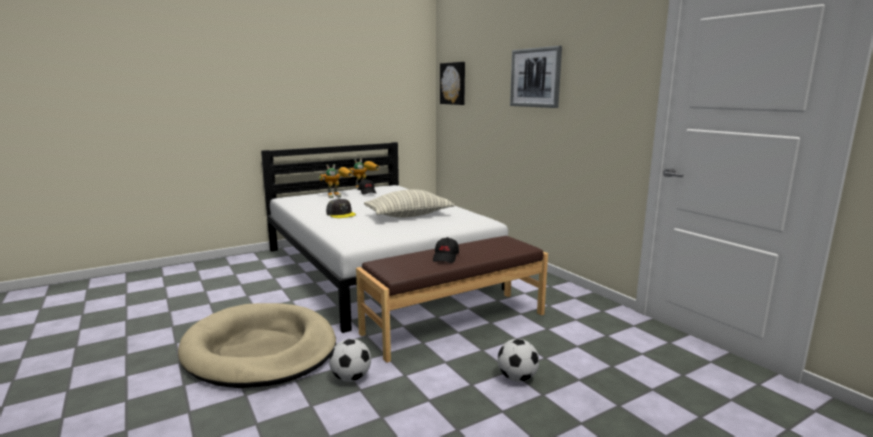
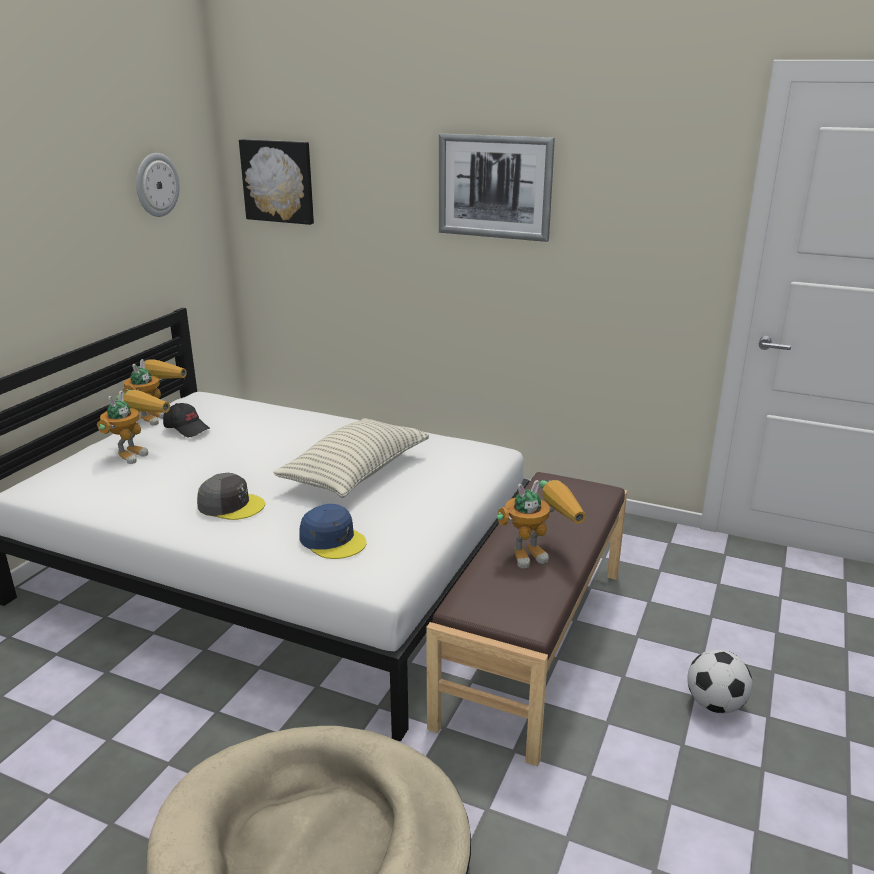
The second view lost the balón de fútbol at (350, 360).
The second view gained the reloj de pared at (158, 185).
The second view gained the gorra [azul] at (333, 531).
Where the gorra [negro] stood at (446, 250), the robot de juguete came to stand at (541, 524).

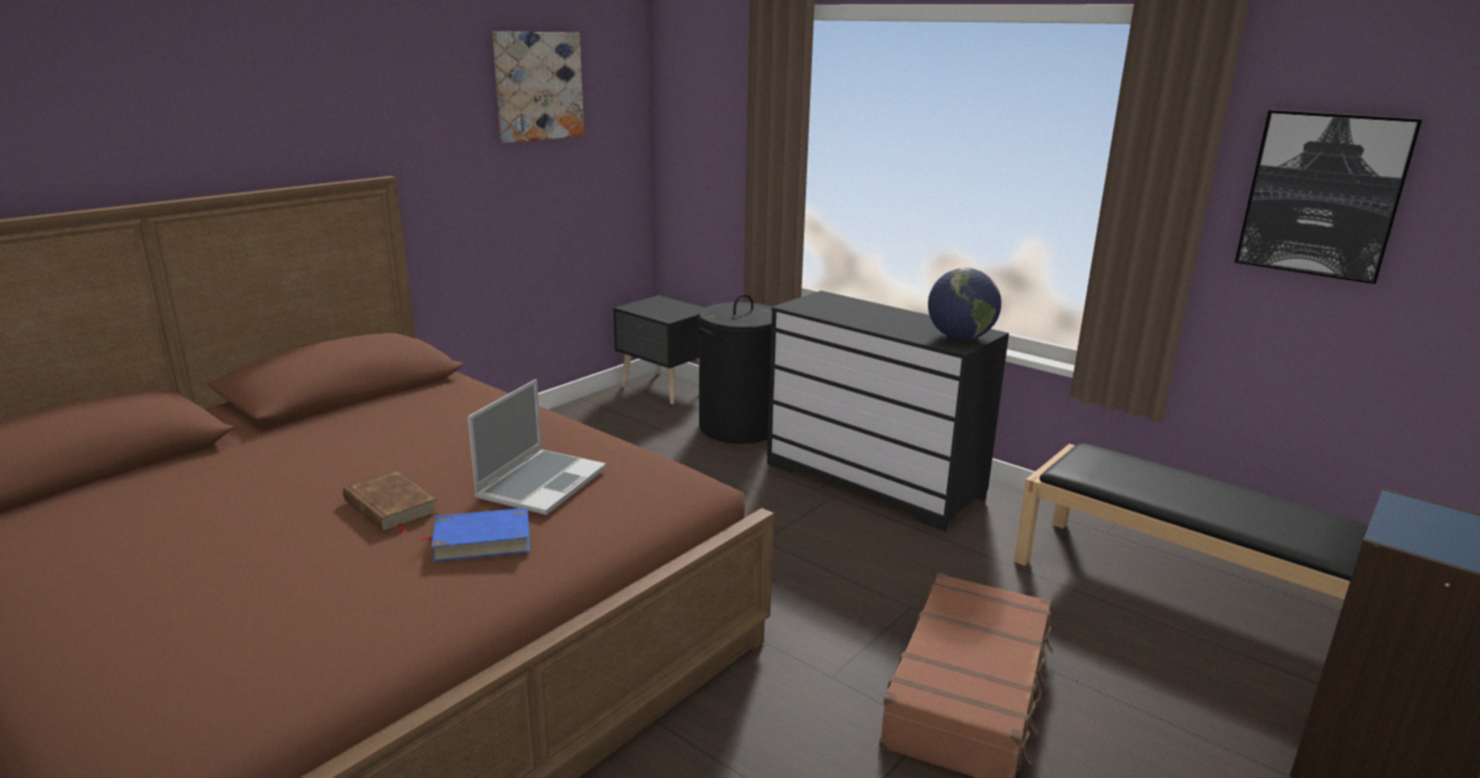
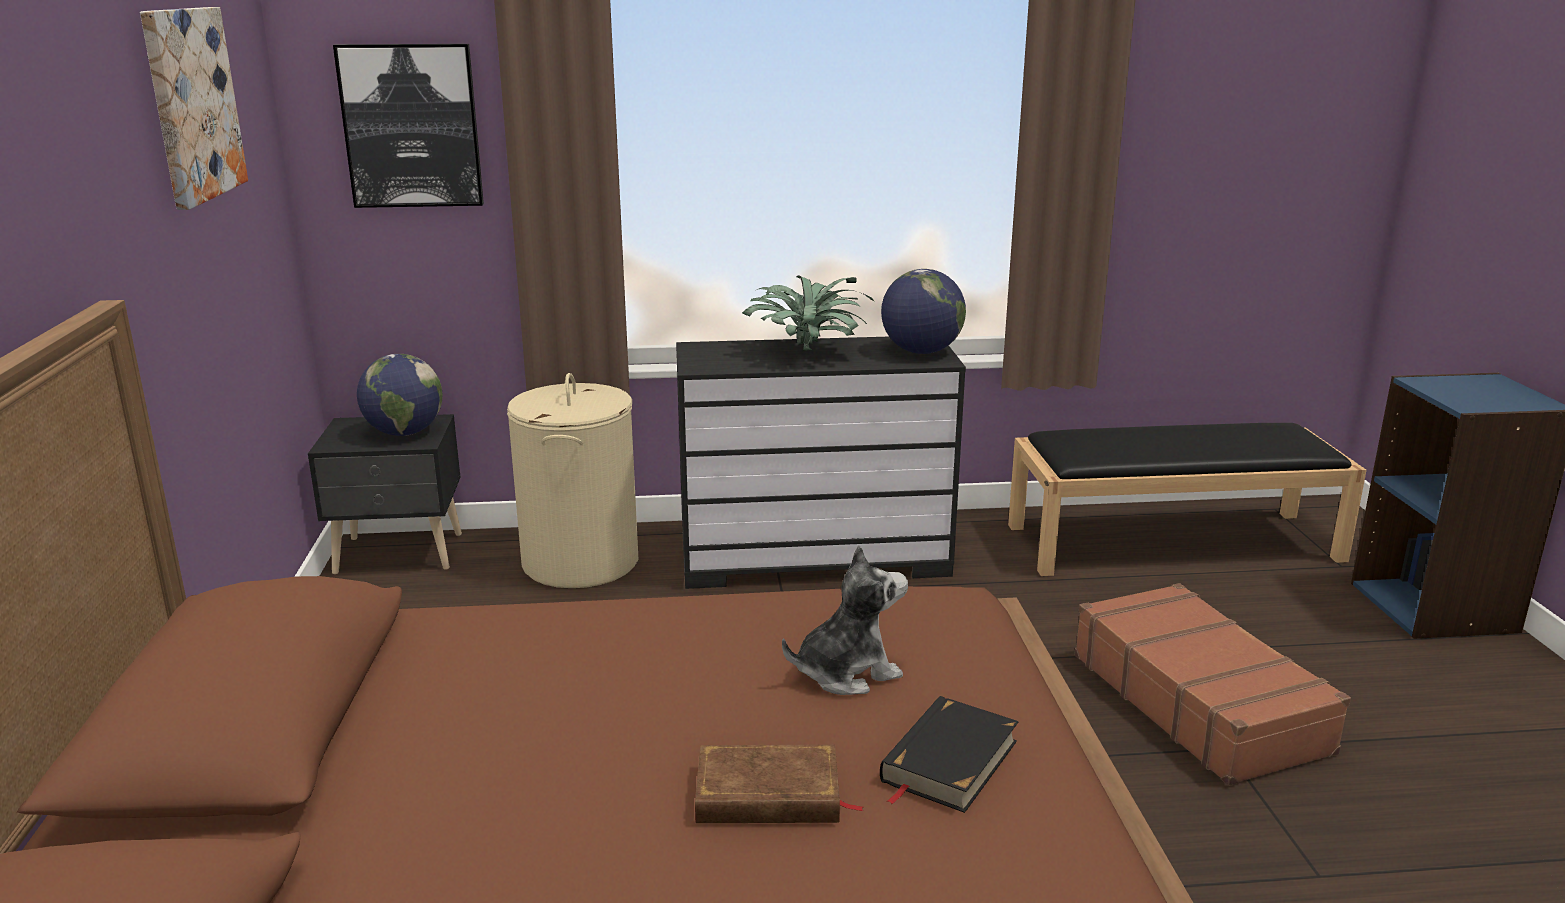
The second view gained the globo terráqueo at (399, 395).
The second view gained the planta en maceta at (808, 313).
The cuadro ended up elsewhere, having gone from (1329, 197) to (408, 126).
Where the portátil stood at (537, 447), the peluche came to stand at (845, 620).
What was the libro [azul] at (475, 535) turned into the libro [negro] at (949, 754).
What was the cesto de la ropa [negro] at (735, 369) turned into the cesto de la ropa [beis] at (572, 480).

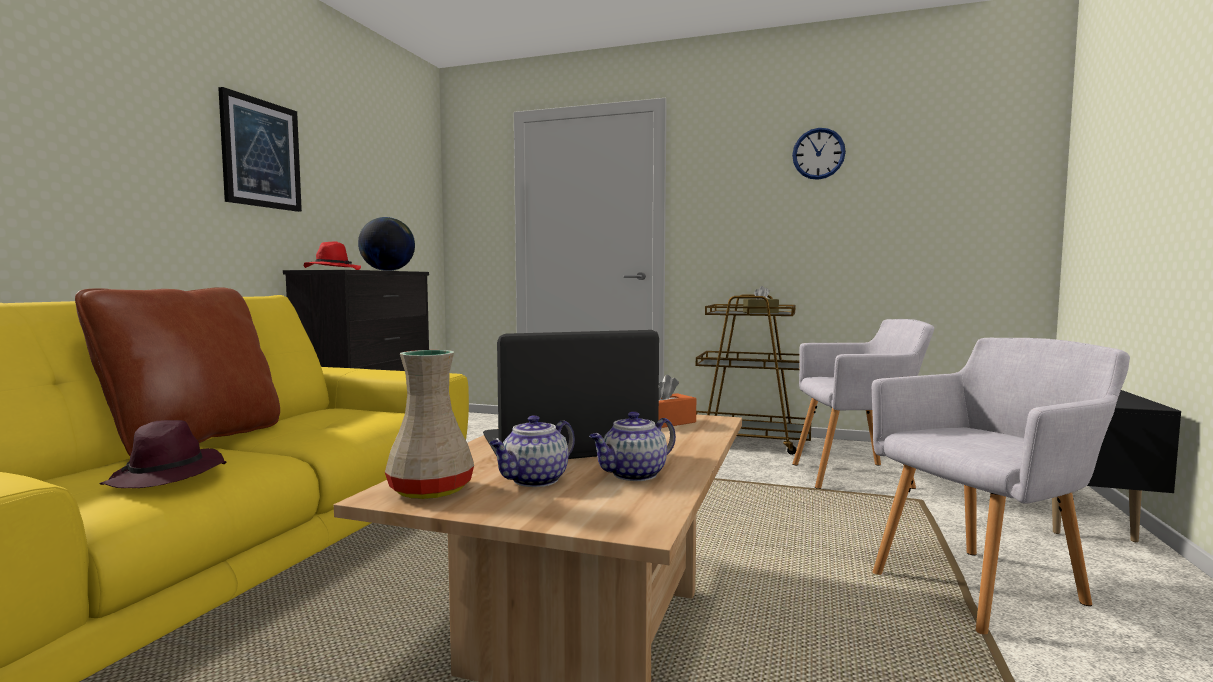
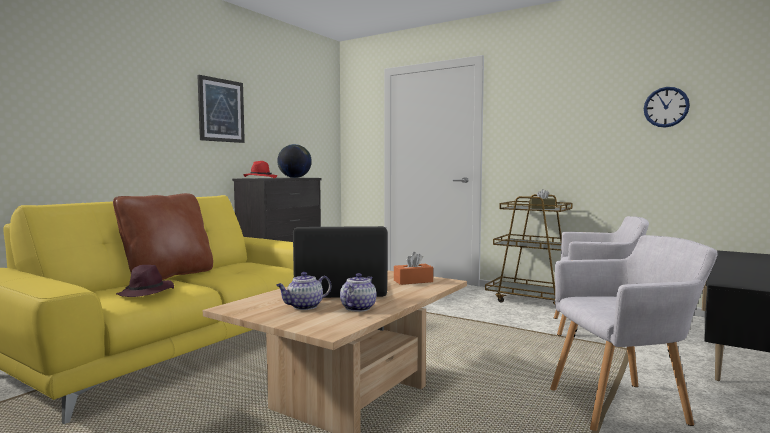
The second view lost the florero [beis] at (429, 424).
The reloj de pared ended up elsewhere, having gone from (819, 154) to (667, 107).
The tetera at (632, 446) ended up facing another way, 135 degrees clockwise from before.

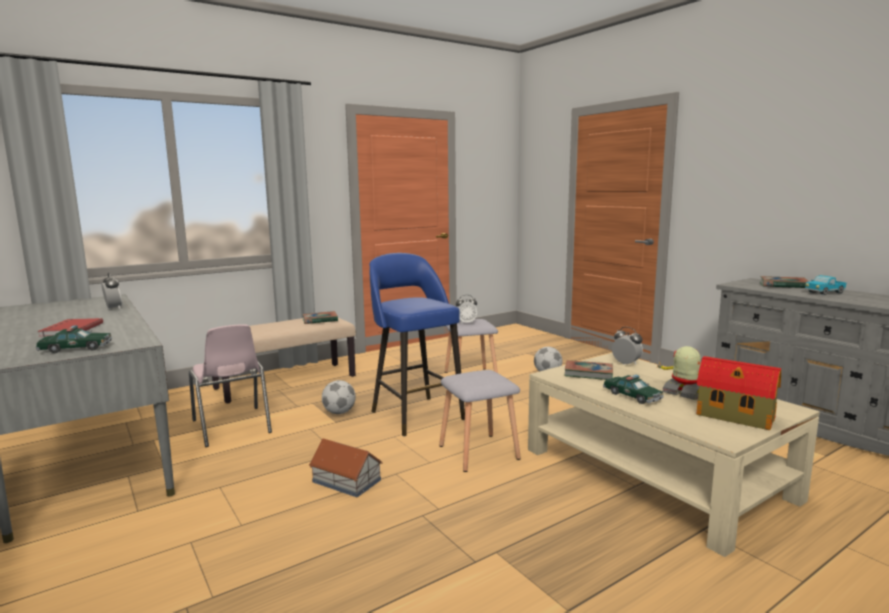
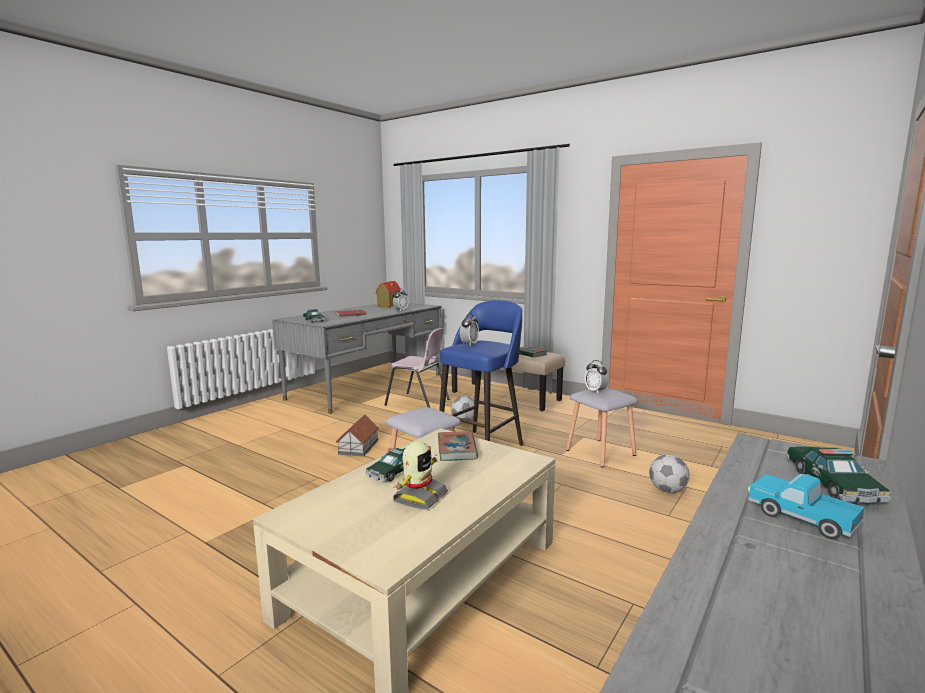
The despertador ended up elsewhere, having gone from (627, 346) to (469, 329).
The casita ended up elsewhere, having gone from (738, 393) to (388, 294).
Where the libro stood at (784, 282), the coche de juguete came to stand at (838, 475).
The silla [rosa] at (230, 385) ended up facing another way, 105 degrees counterclockwise from before.

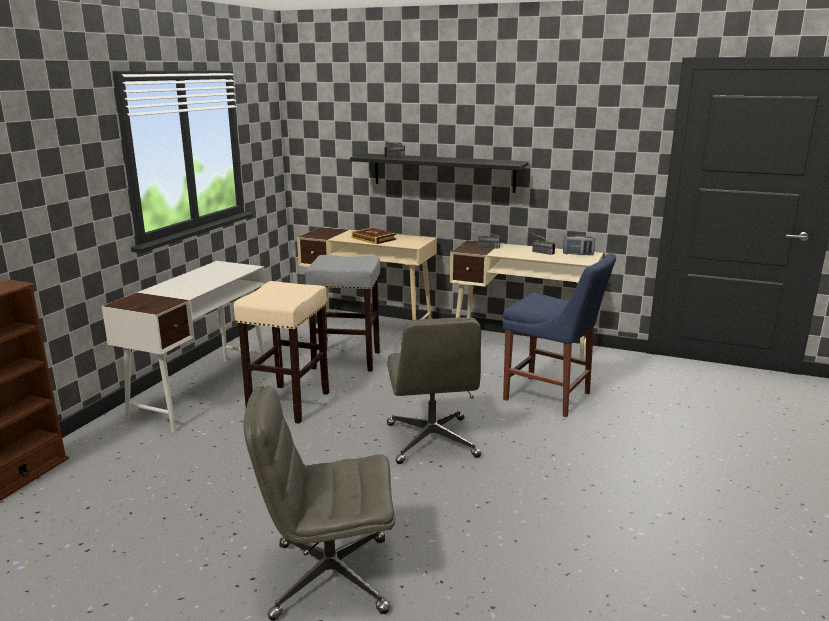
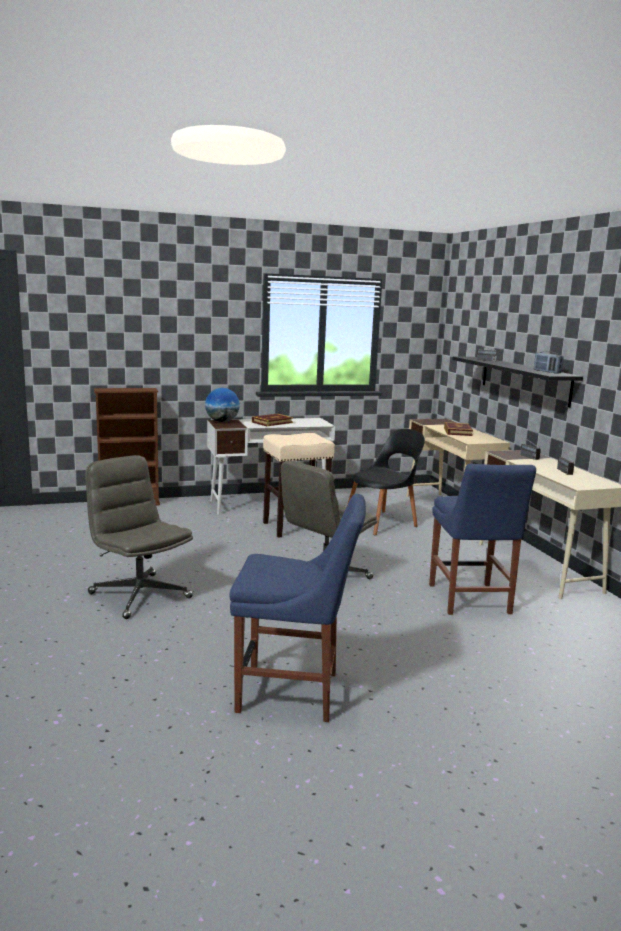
The second view gained the globo terráqueo at (222, 405).
The second view gained the silla [azul] at (297, 608).
The second view gained the libro at (272, 420).
The radio ended up elsewhere, having gone from (579, 245) to (549, 362).
Where the taburete [gris] stood at (342, 313), the silla [negro] came to stand at (386, 482).

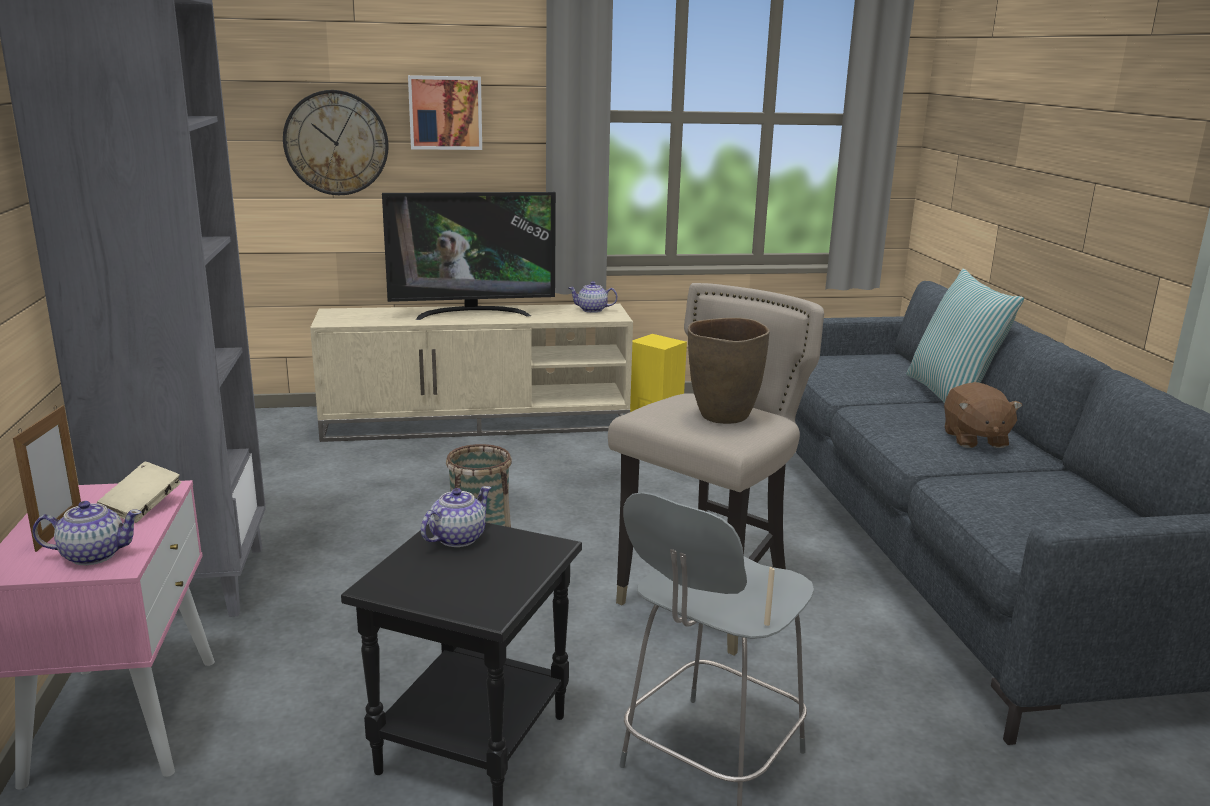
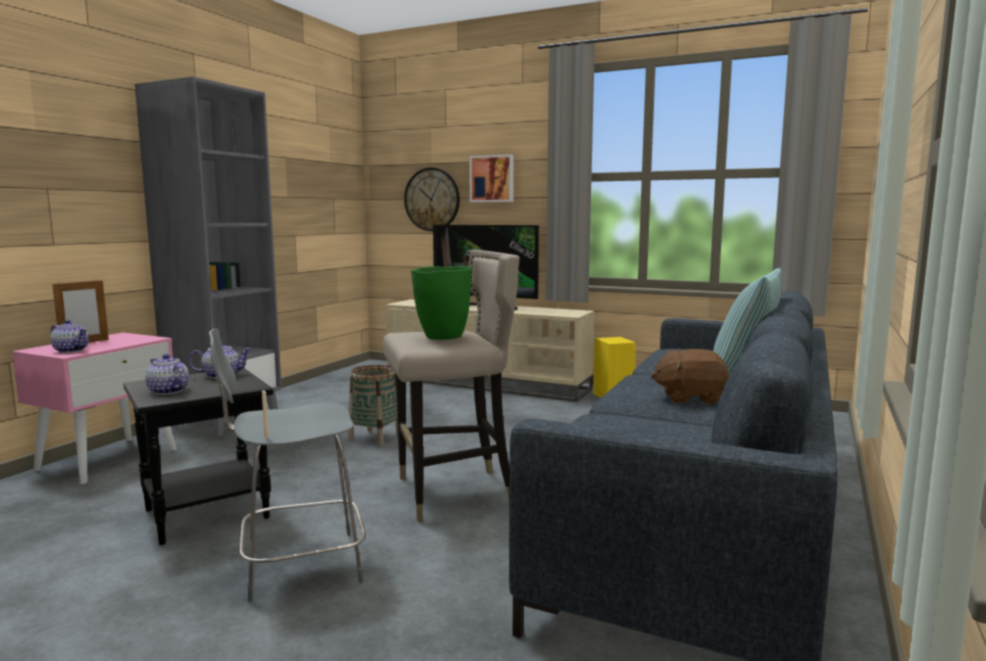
The second view lost the libro [beis] at (139, 492).
The tetera ended up elsewhere, having gone from (593, 297) to (167, 374).
What was the florero [marrón] at (729, 371) turned into the florero [verde] at (441, 303).
The peluche [marrón] at (983, 415) ended up facing another way, 60 degrees clockwise from before.

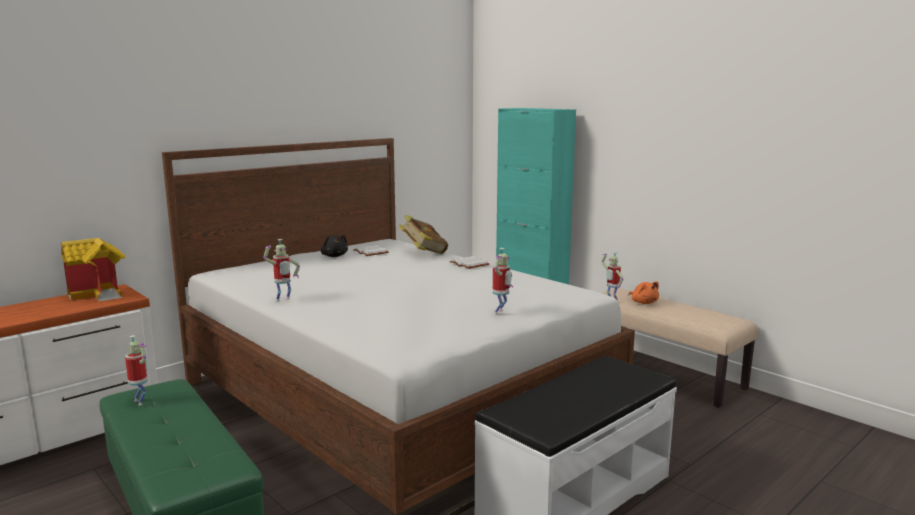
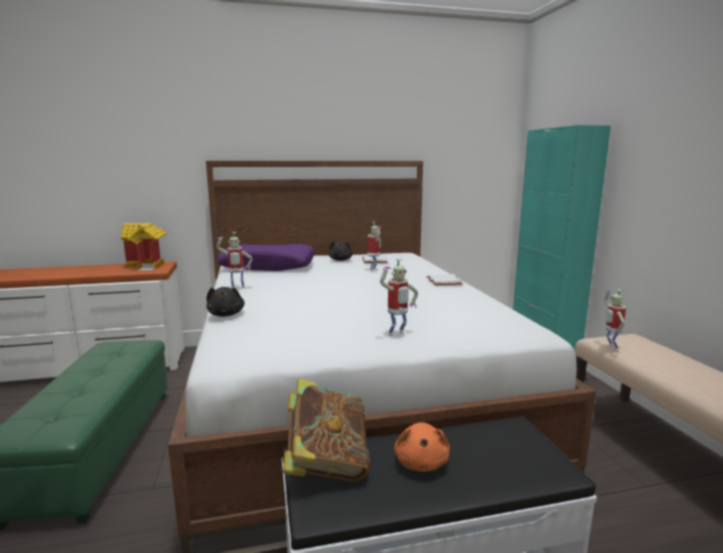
The second view gained the peluche [negro] at (225, 302).
The second view gained the cojín [morado] at (266, 257).
The robot de juguete ended up elsewhere, having gone from (136, 370) to (374, 247).
The libro ended up elsewhere, having gone from (423, 234) to (326, 430).
The peluche [naranja] ended up elsewhere, having gone from (643, 293) to (422, 447).

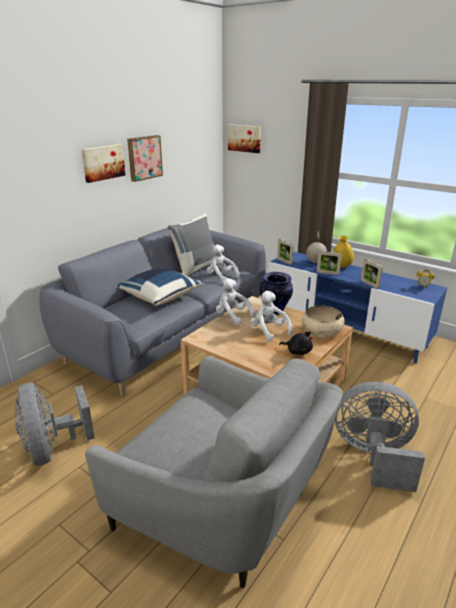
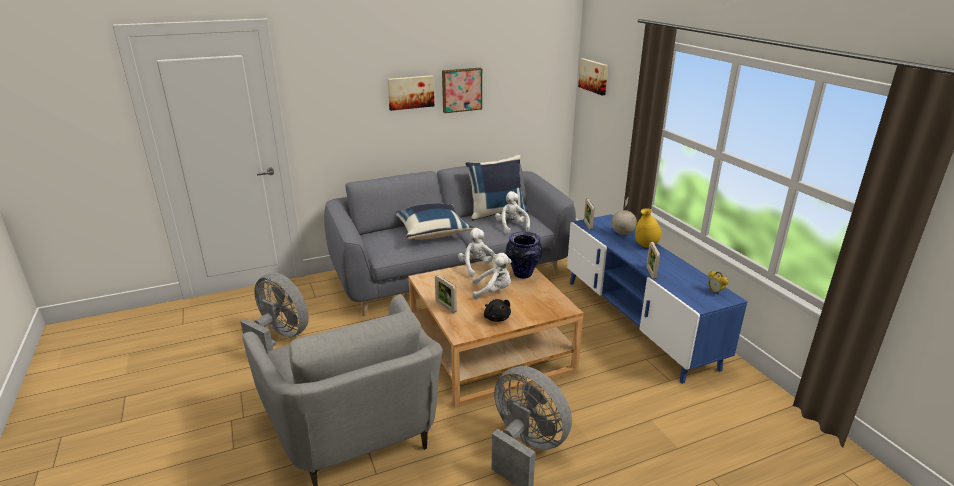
The second view lost the cuenco [beis] at (323, 321).
The portarretratos ended up elsewhere, having gone from (329, 263) to (446, 294).
What was the cojín [gris] at (191, 244) turned into the cojín [azul] at (497, 188).
The ventilador [gris] at (55, 424) ended up facing another way, 120 degrees clockwise from before.
The peluche [blanco] at (271, 316) ended up facing another way, 90 degrees clockwise from before.

